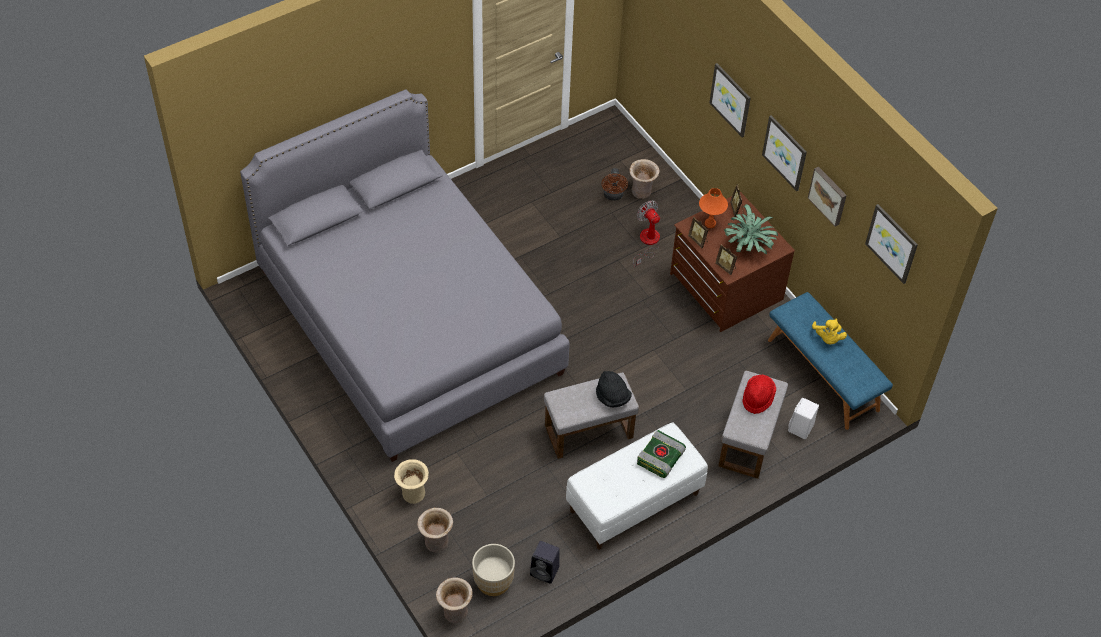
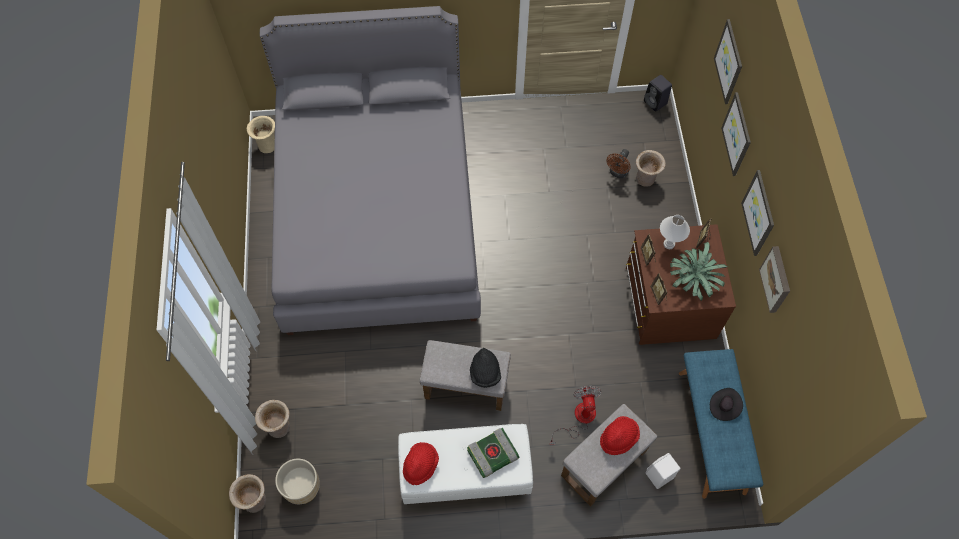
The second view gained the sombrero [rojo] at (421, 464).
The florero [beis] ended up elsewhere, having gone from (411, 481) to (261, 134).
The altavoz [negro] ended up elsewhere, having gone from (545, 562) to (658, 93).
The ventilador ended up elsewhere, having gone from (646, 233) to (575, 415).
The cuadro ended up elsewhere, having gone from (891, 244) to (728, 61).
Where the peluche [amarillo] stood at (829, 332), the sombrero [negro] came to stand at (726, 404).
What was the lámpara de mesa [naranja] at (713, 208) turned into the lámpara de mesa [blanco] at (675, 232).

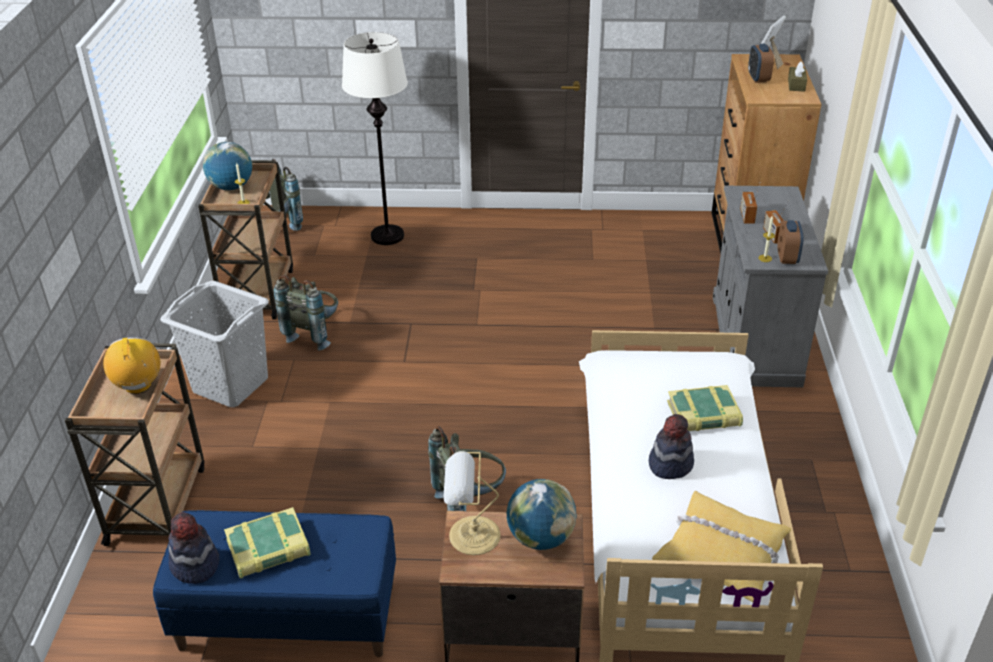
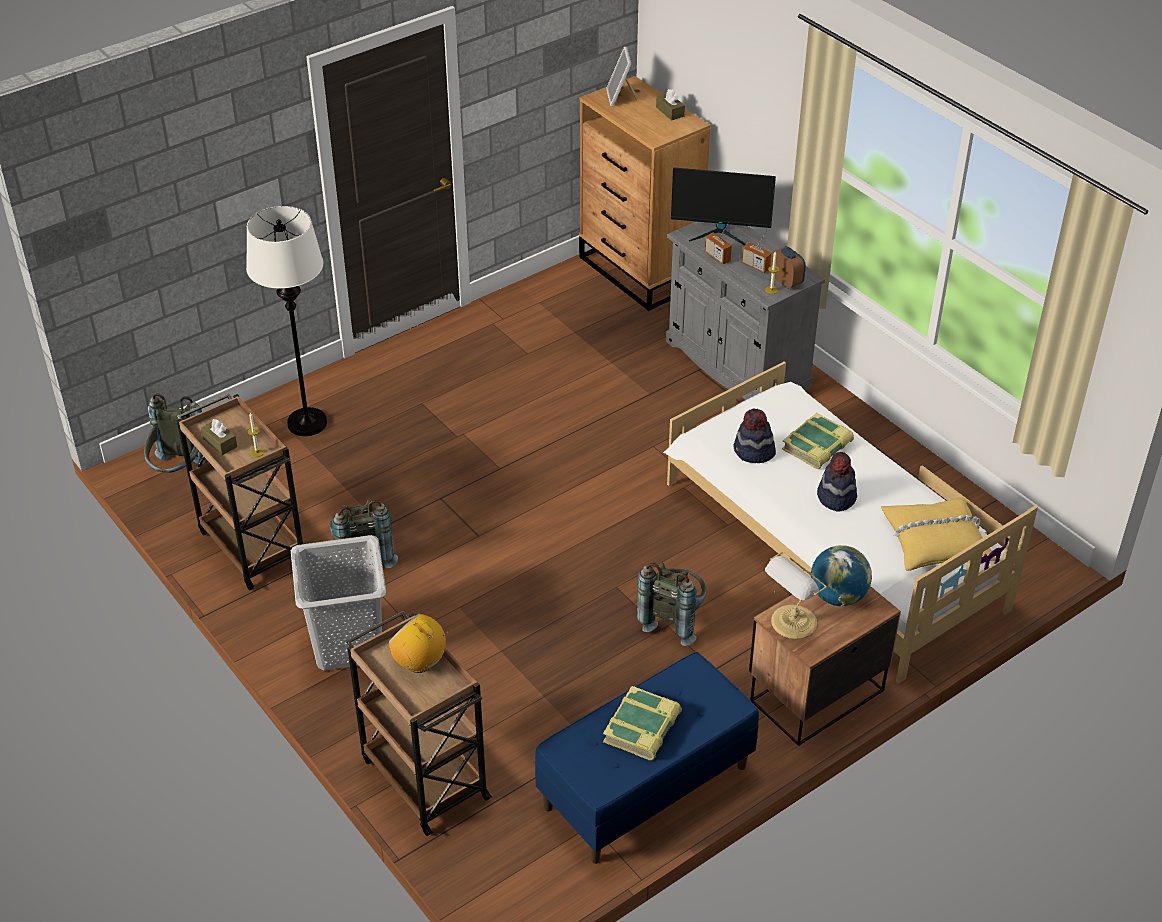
The second view lost the despertador at (761, 63).
The second view gained the monitor at (723, 206).
The sombrero ended up elsewhere, having gone from (194, 548) to (754, 436).
Where the globo terráqueo stood at (228, 166), the caja de pañuelos [marrón] came to stand at (219, 437).

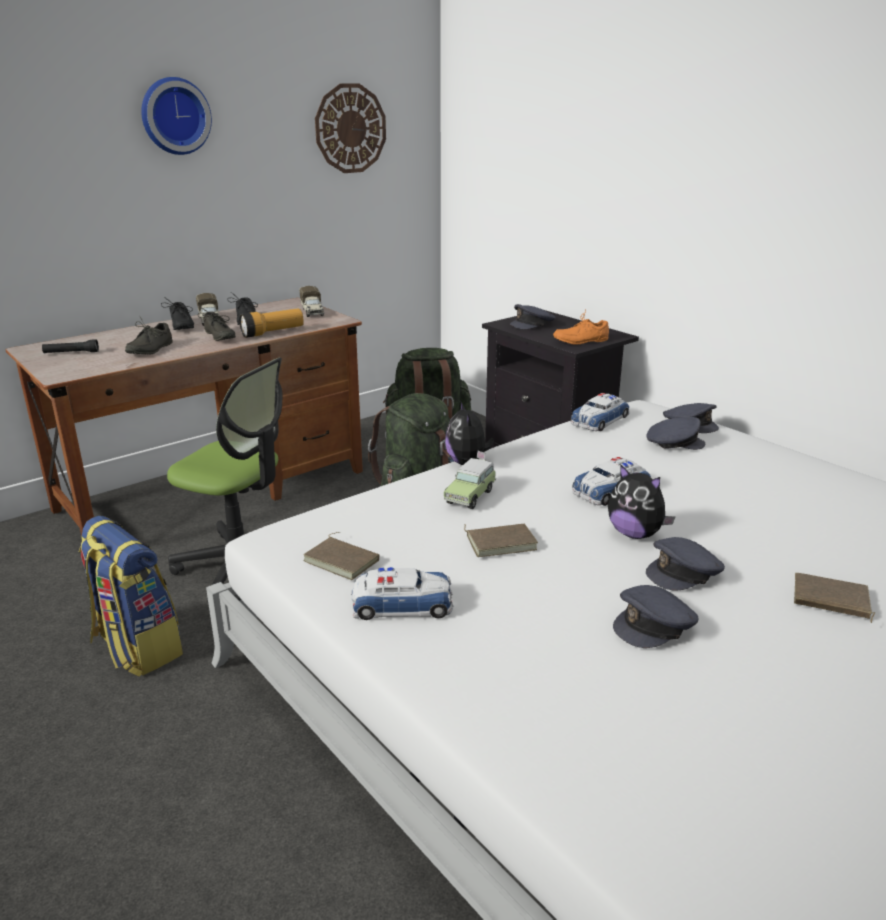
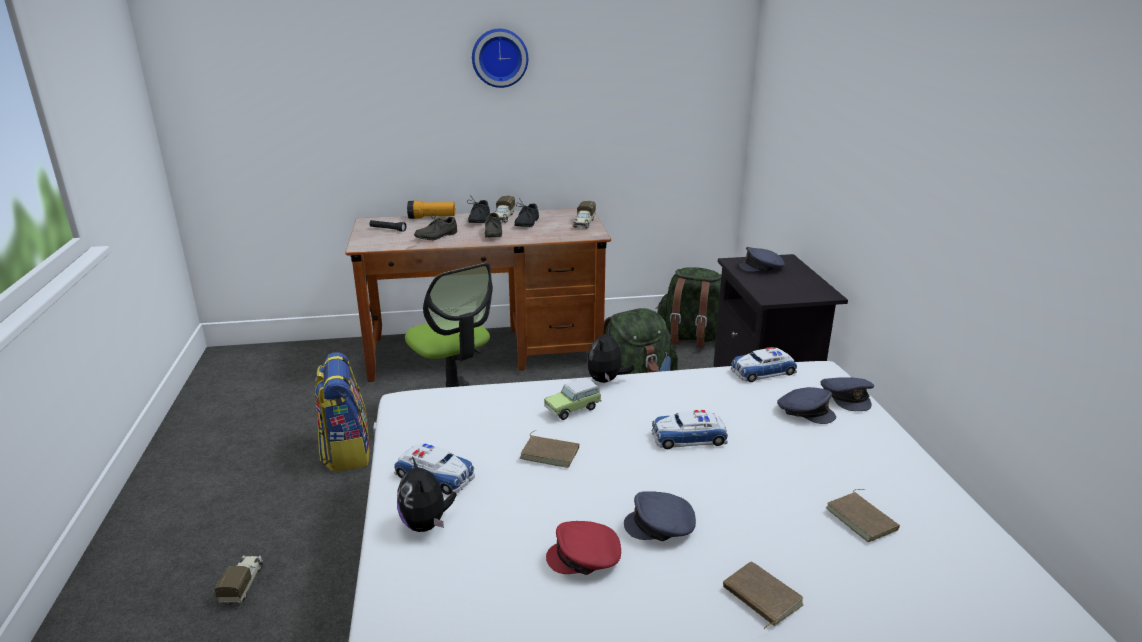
The second view lost the reloj de pared at (350, 128).
The second view lost the zapato [naranja] at (581, 327).
The second view gained the camión de juguete at (239, 580).
The linterna ended up elsewhere, having gone from (271, 323) to (431, 210).
The libro [marrón] ended up elsewhere, having gone from (341, 556) to (863, 515).
The peluche ended up elsewhere, having gone from (641, 501) to (426, 494).
What was the gorra [gris] at (656, 616) turned into the gorra [rojo] at (583, 548).

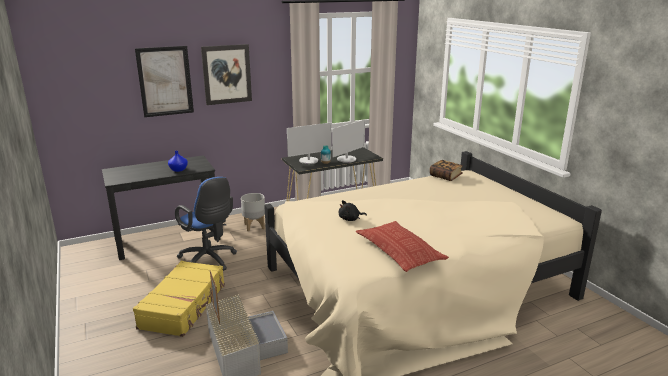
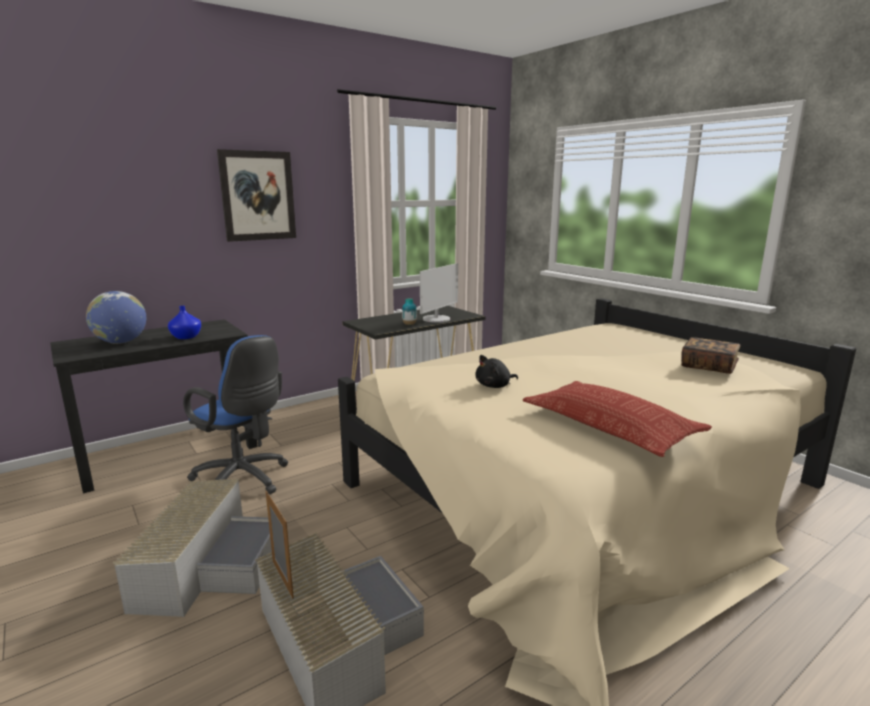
The second view lost the cuadro at (164, 81).
The second view lost the maceta [gris] at (253, 212).
The second view lost the monitor at (309, 143).
The second view gained the globo terráqueo at (116, 317).
The libro ended up elsewhere, having gone from (446, 170) to (711, 355).
Where the maleta [amarillo] stood at (179, 299), the caja de almacenaje [gris] came to stand at (192, 548).

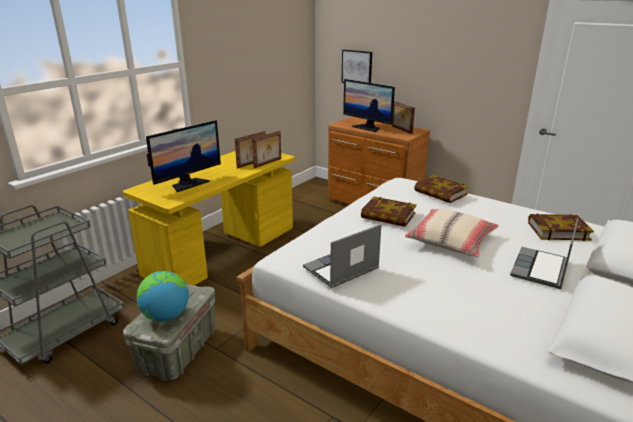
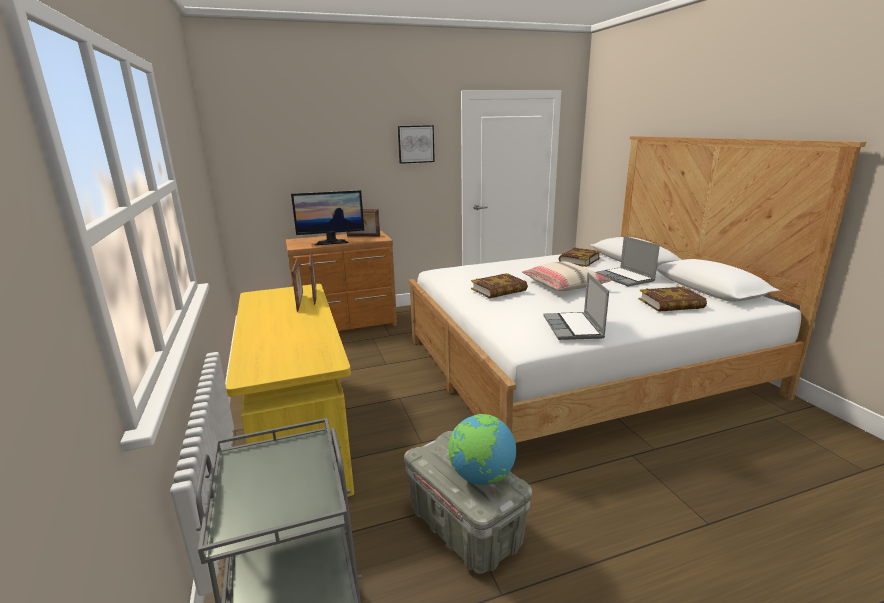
The second view lost the monitor at (183, 156).
The cuadro ended up elsewhere, having gone from (356, 66) to (416, 144).
The libro ended up elsewhere, having gone from (441, 189) to (673, 299).

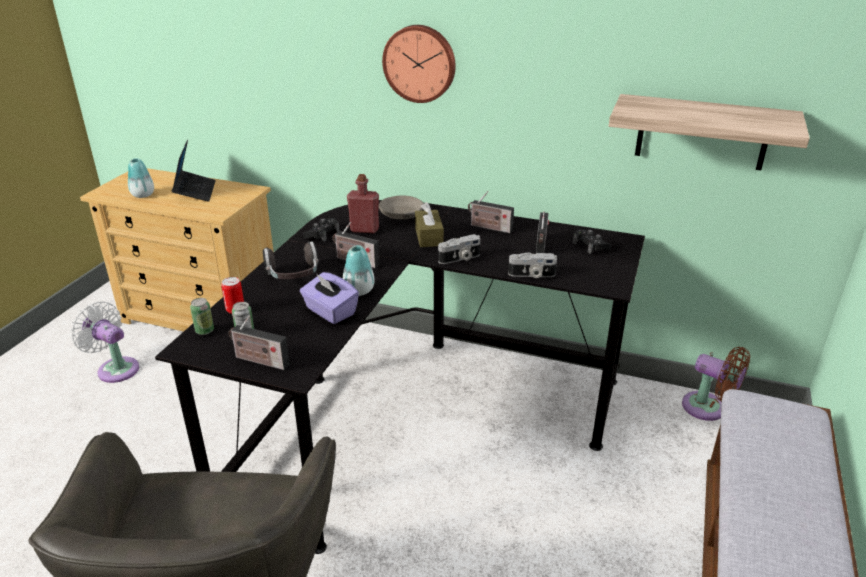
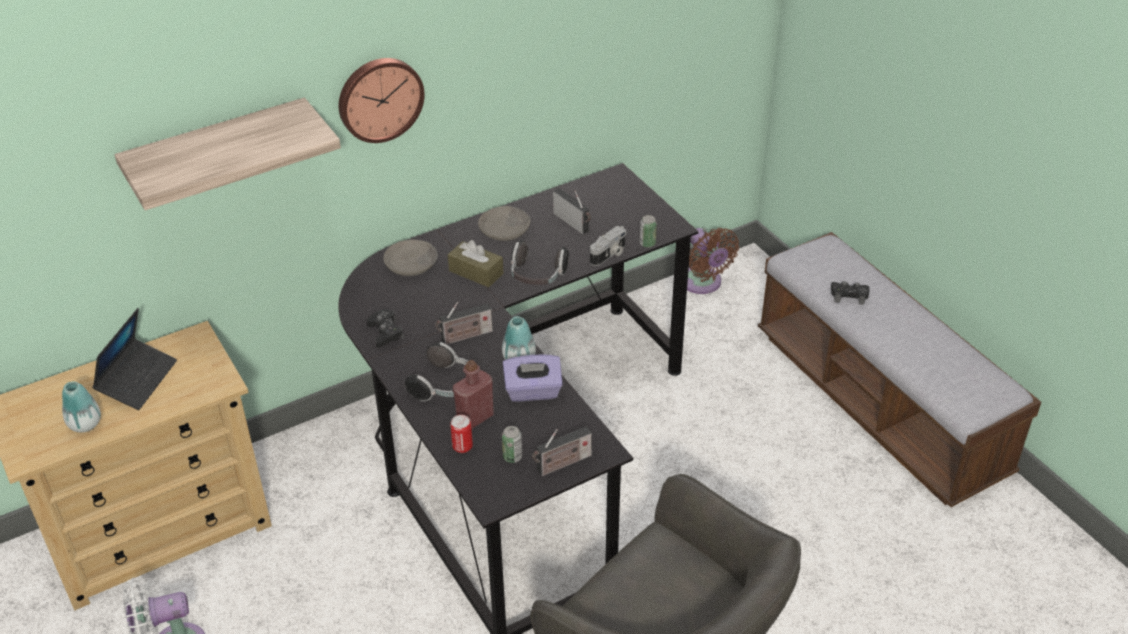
The lata ended up elsewhere, having gone from (202, 316) to (648, 231).
The botella [rojo] ended up elsewhere, having gone from (363, 203) to (473, 394).
The mando de consola [negro] ended up elsewhere, having gone from (591, 241) to (850, 293).
The estante ended up elsewhere, having gone from (709, 132) to (227, 153).
Where the cámara stood at (459, 249), the auriculares came to stand at (540, 262).
Where the radio stood at (491, 212), the cuenco [gris] came to stand at (504, 223).
The portátil at (194, 170) ended up facing another way, 75 degrees clockwise from before.
The ventilador [marrón] at (716, 384) ended up facing another way, 75 degrees clockwise from before.

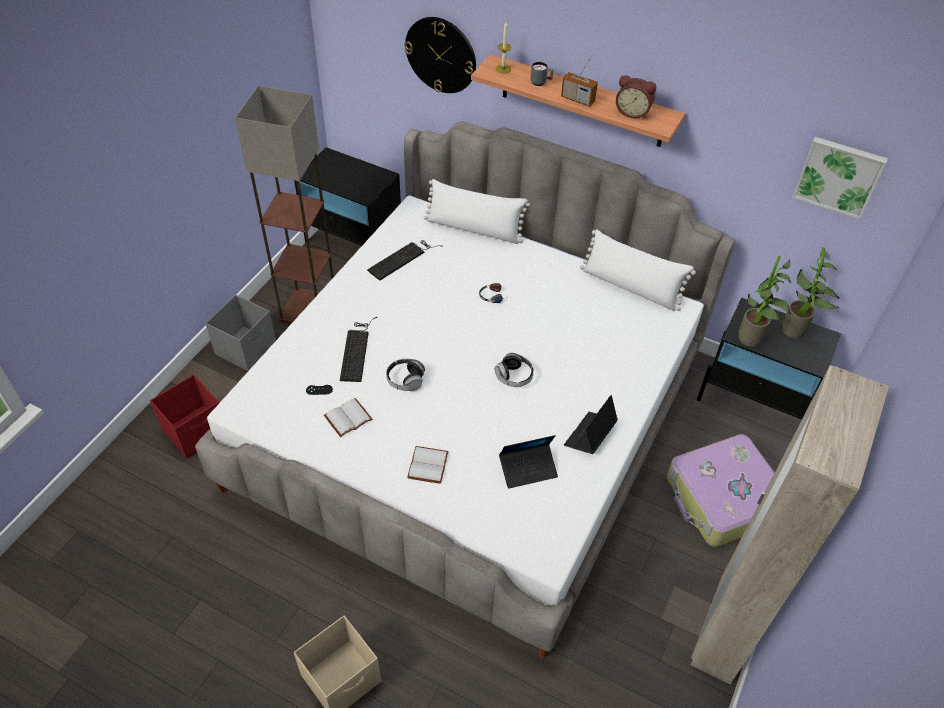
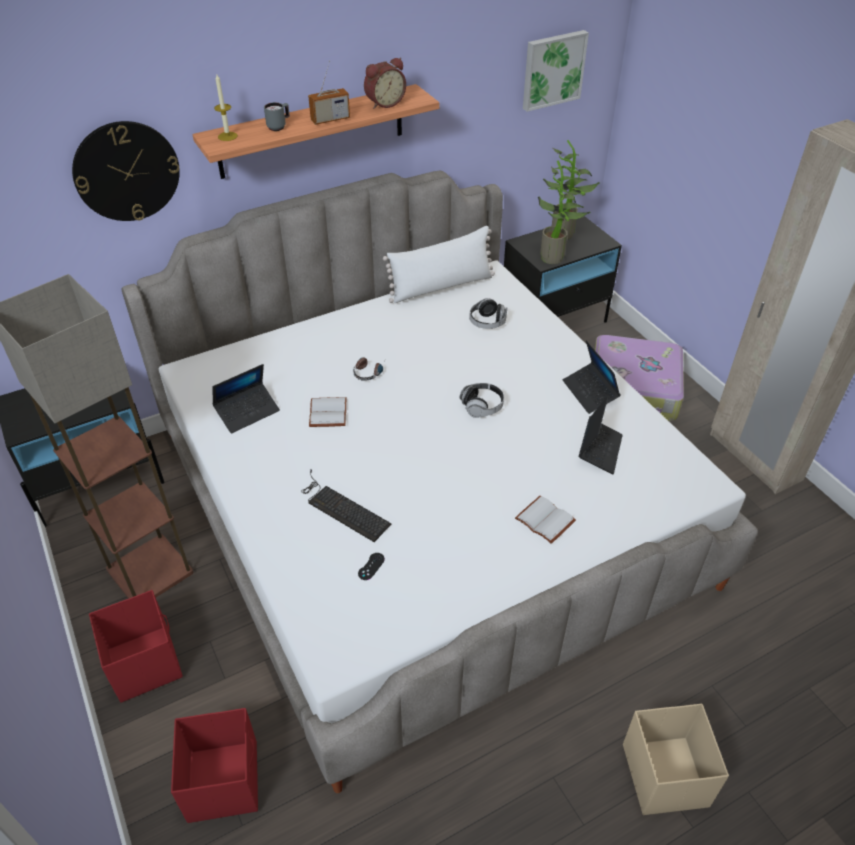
The second view lost the cojín [blanco] at (477, 211).
The libro [blanco] ended up elsewhere, having gone from (348, 417) to (328, 412).
The auriculares ended up elsewhere, having gone from (405, 375) to (488, 313).
Where the teclado stood at (405, 260), the portátil came to stand at (246, 398).
What was the caja de almacenaje [gris] at (240, 333) turned into the caja de almacenaje [rojo] at (136, 646).

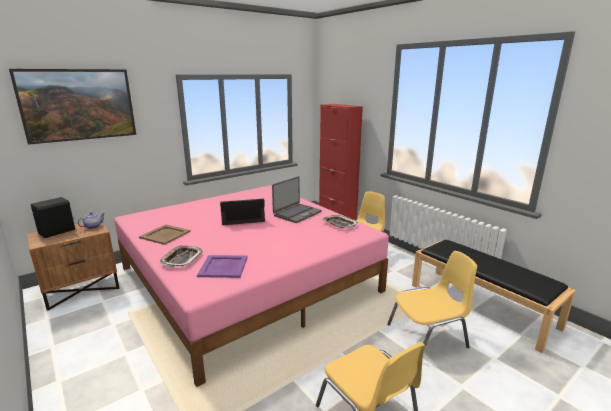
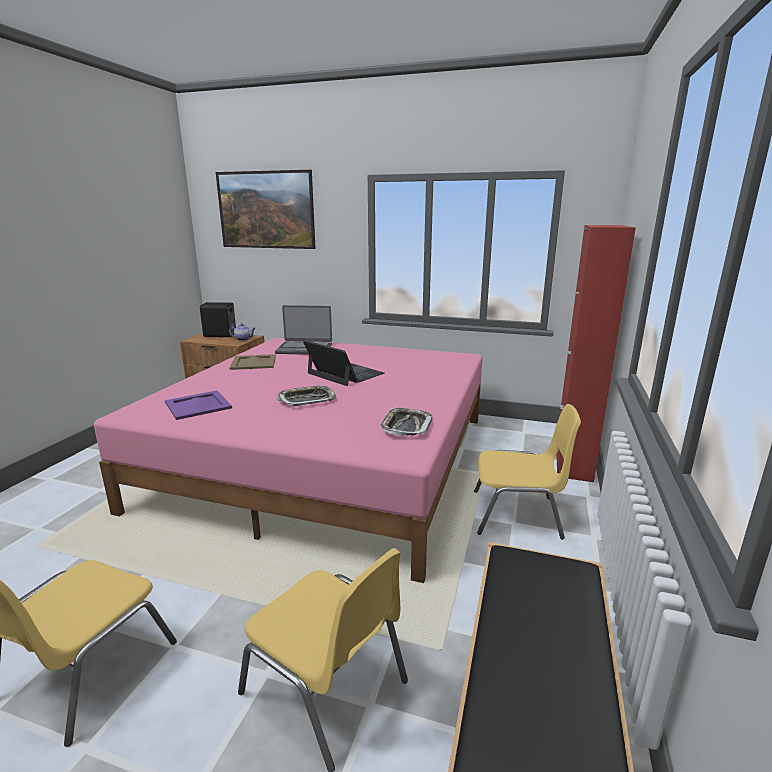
The bandeja ended up elsewhere, having gone from (181, 256) to (306, 395).
The portátil ended up elsewhere, having gone from (297, 199) to (303, 330).

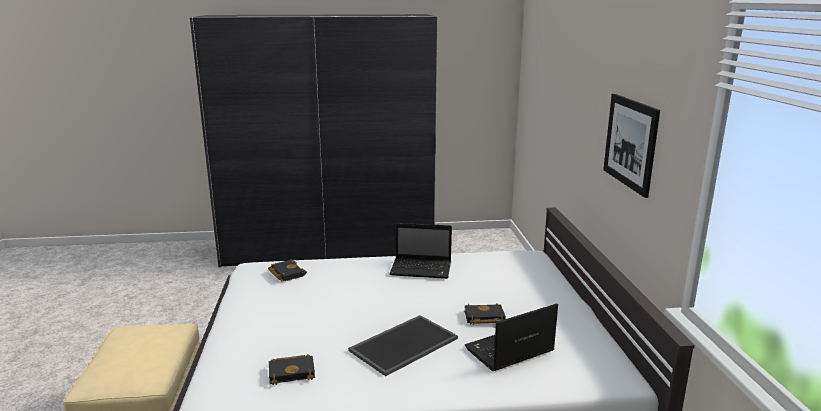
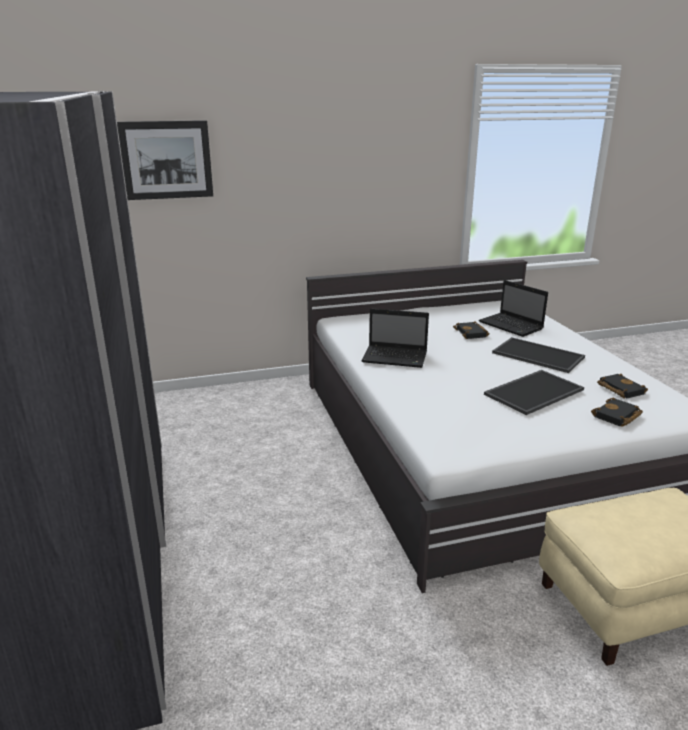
The second view gained the bandeja at (534, 392).
The libro [negro] ended up elsewhere, having gone from (287, 270) to (617, 412).
The cuadro ended up elsewhere, having gone from (631, 146) to (165, 160).
The portátil at (421, 251) ended up facing another way, 105 degrees clockwise from before.

